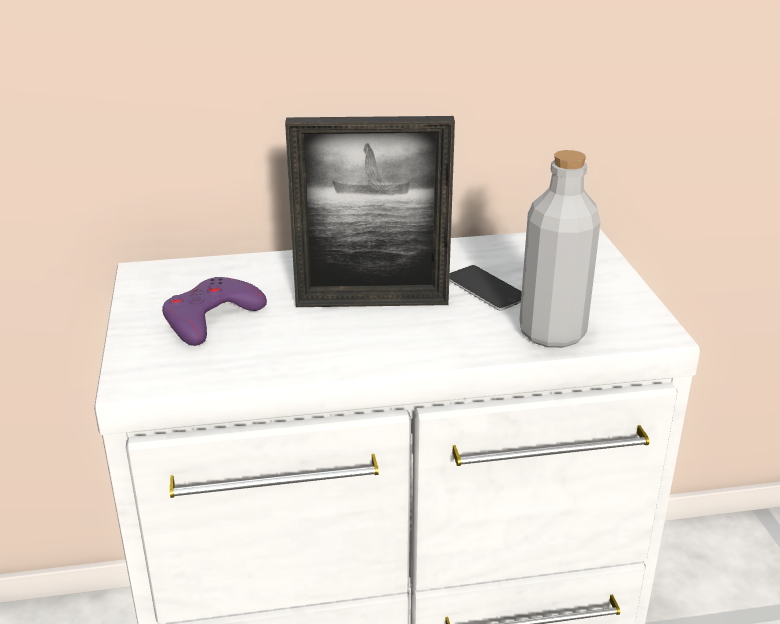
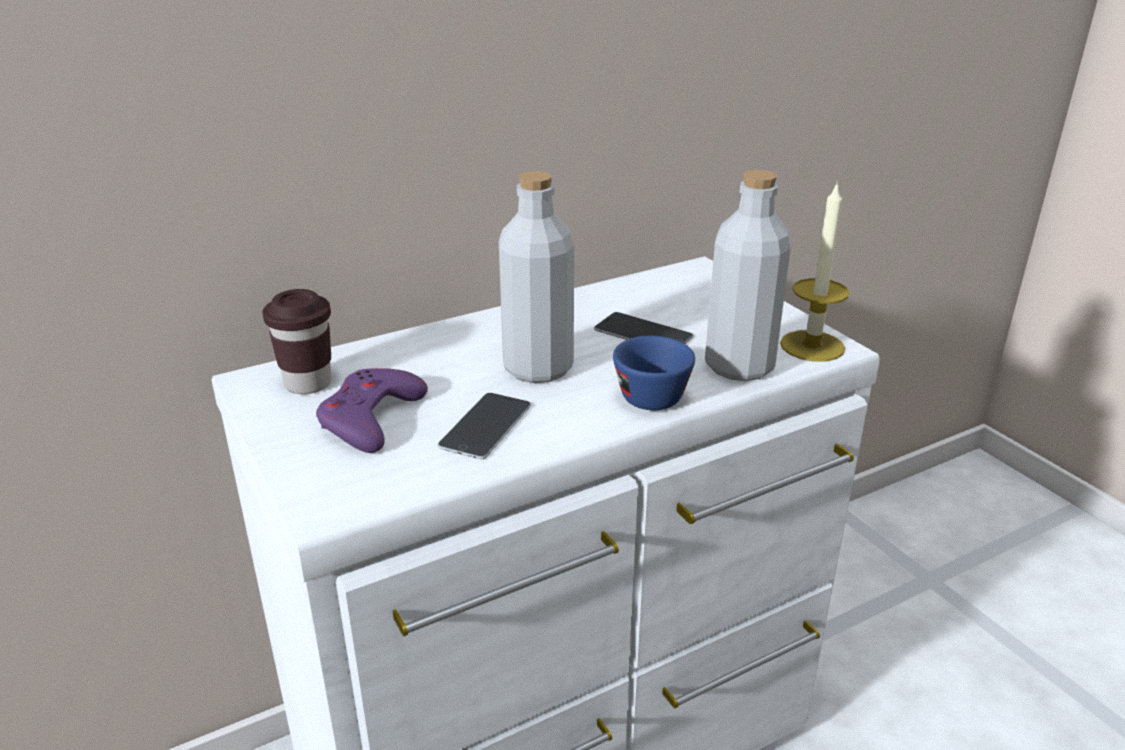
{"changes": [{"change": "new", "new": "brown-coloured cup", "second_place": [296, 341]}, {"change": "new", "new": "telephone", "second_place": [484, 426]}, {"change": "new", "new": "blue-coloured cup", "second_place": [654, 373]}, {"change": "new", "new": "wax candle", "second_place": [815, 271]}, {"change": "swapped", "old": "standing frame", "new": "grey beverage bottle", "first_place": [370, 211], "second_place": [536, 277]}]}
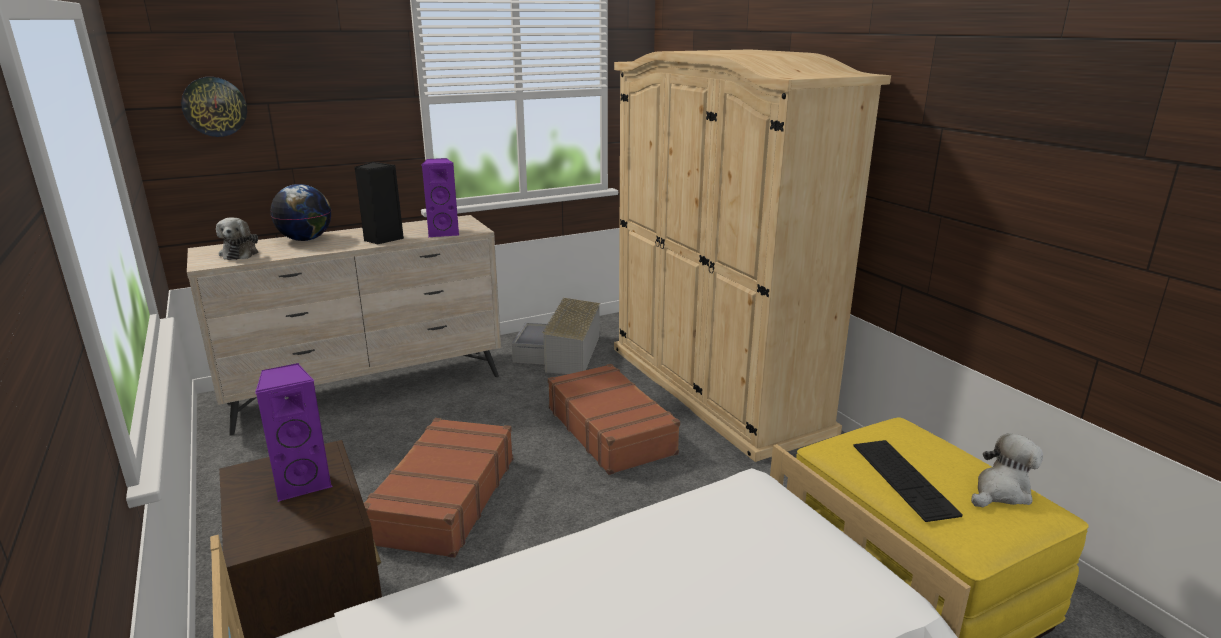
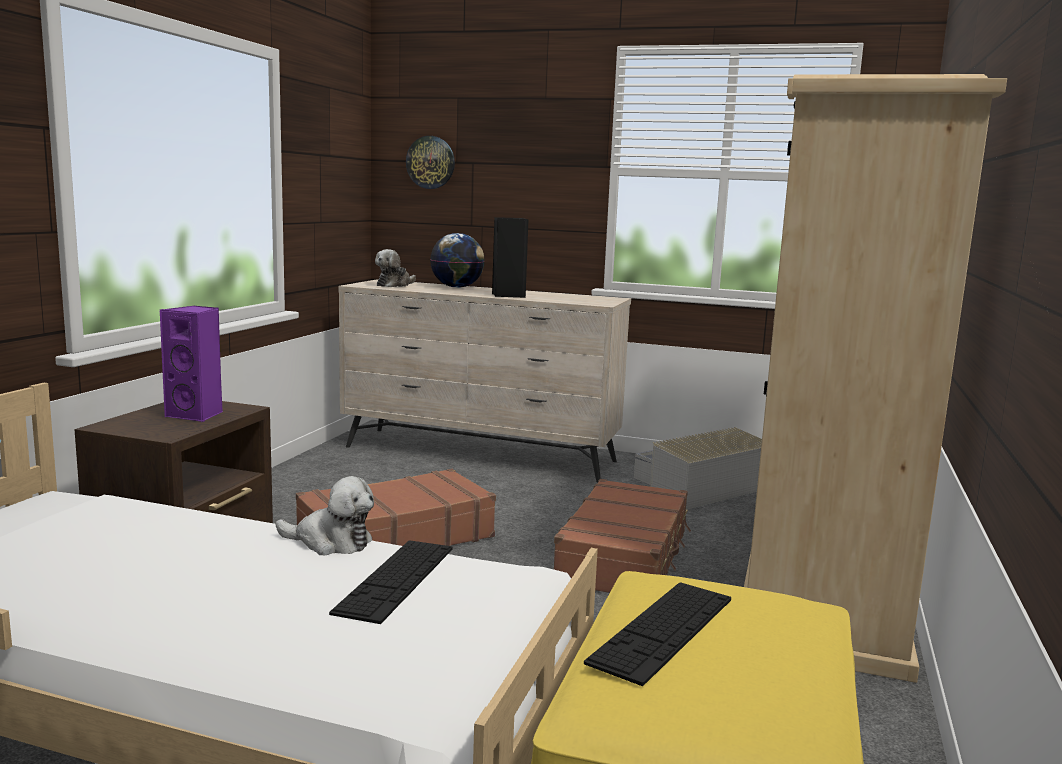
{"changes": [{"change": "gone", "old": "purple-coloured speaker", "first_place": [440, 197]}, {"change": "new", "new": "PC keyboard", "second_place": [390, 582]}, {"change": "shifted", "old": "cuddly toy", "first_place": [1007, 470], "second_place": [325, 515]}]}
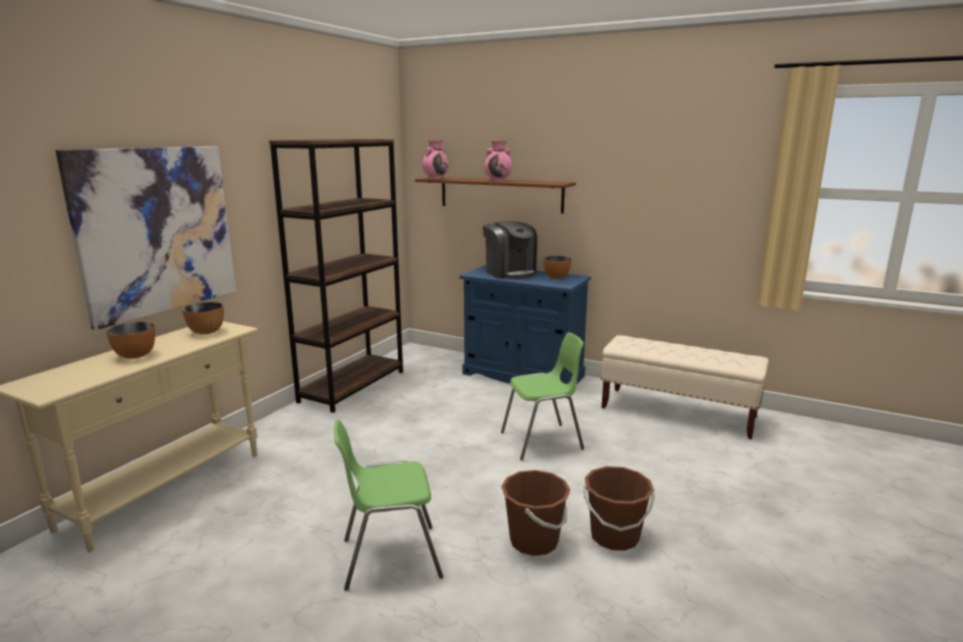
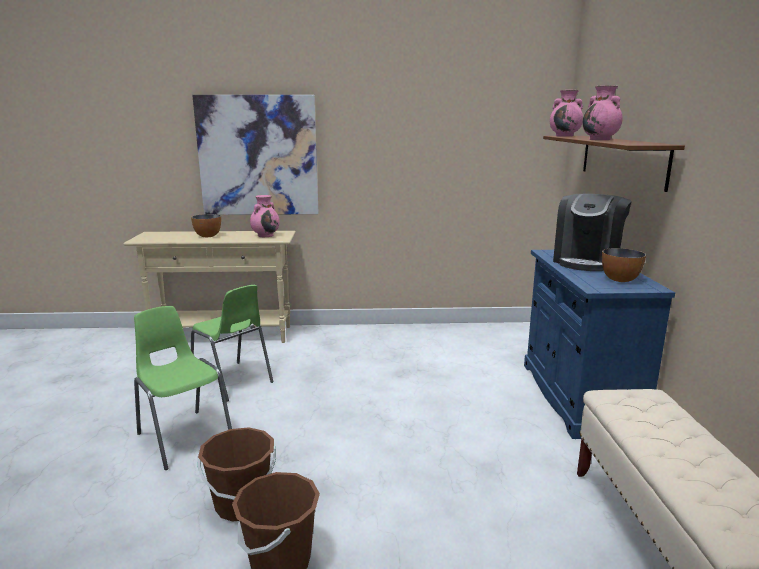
{"changes": [{"change": "gone", "old": "brown-coloured shelving unit", "first_place": [336, 276]}, {"change": "shifted", "old": "green plain chair", "first_place": [542, 396], "second_place": [232, 343]}, {"change": "swapped", "old": "bowl", "new": "pink flower vase", "first_place": [203, 318], "second_place": [265, 216]}]}
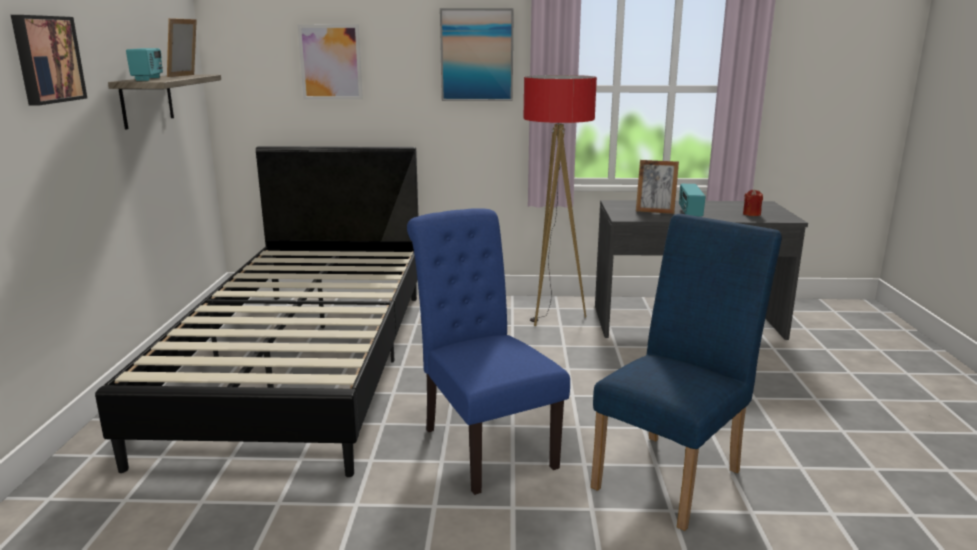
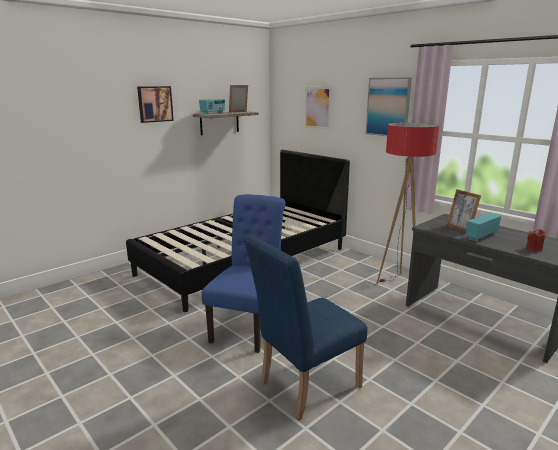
{"changes": [{"change": "rotated", "old": "blue-coloured plain chair", "first_place": [686, 372], "second_place": [306, 327], "degrees": 150}]}
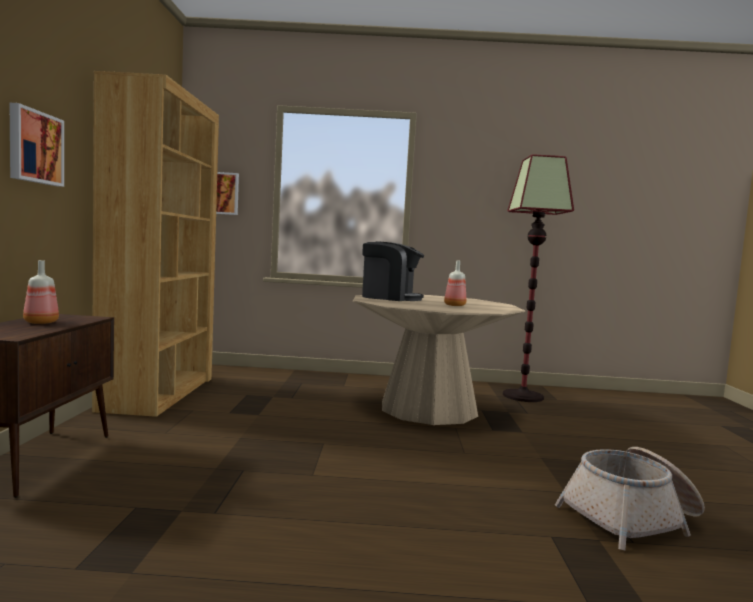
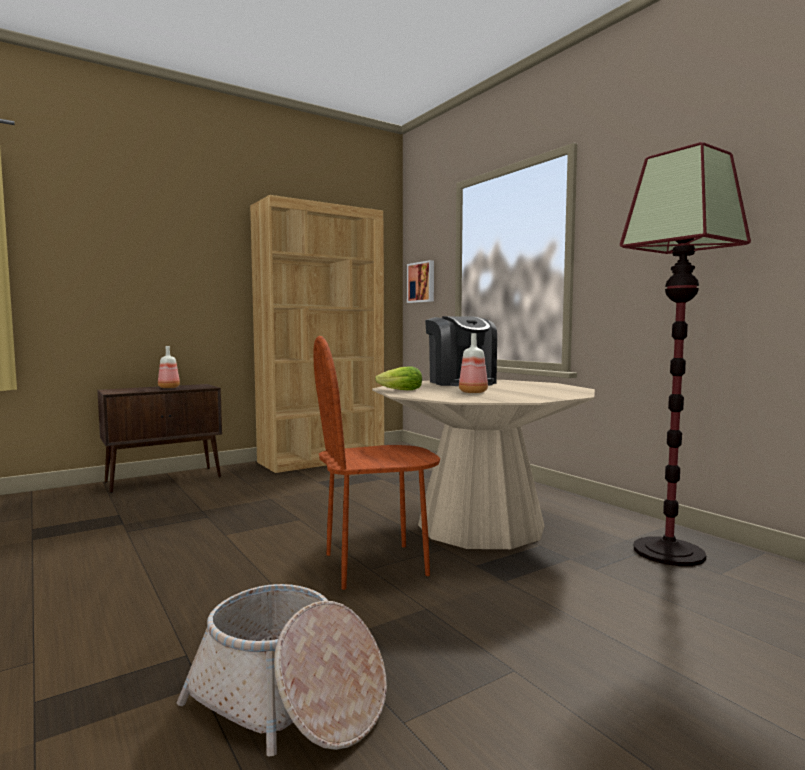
{"changes": [{"change": "gone", "old": "wall picture", "first_place": [37, 145]}, {"change": "new", "new": "brown-coloured plain chair", "second_place": [376, 463]}, {"change": "new", "new": "lettuce", "second_place": [398, 378]}]}
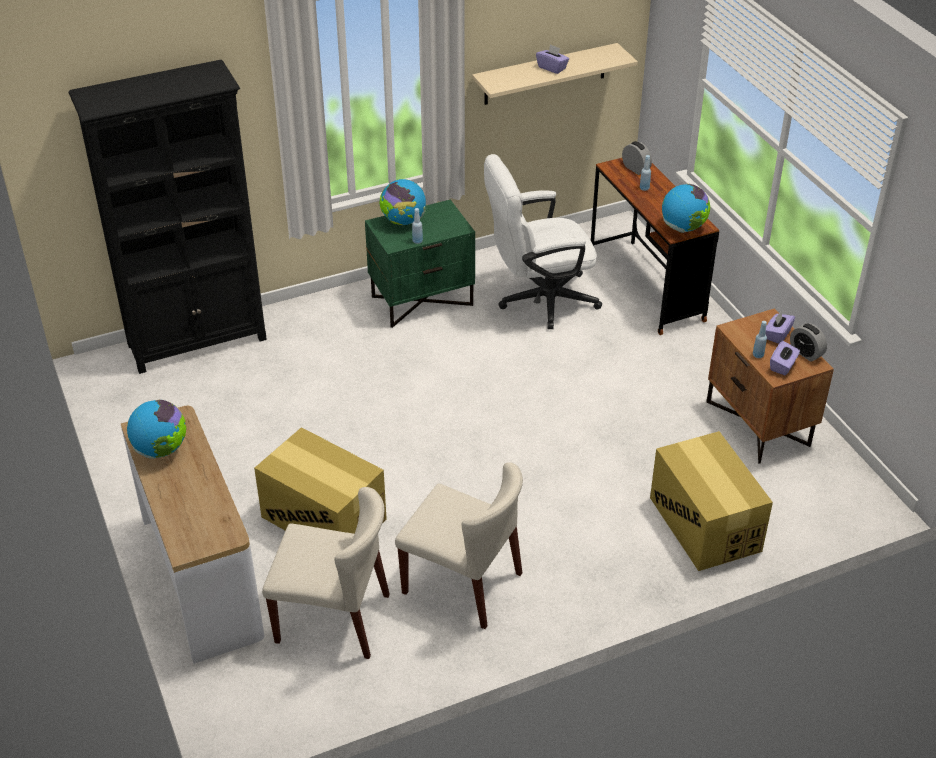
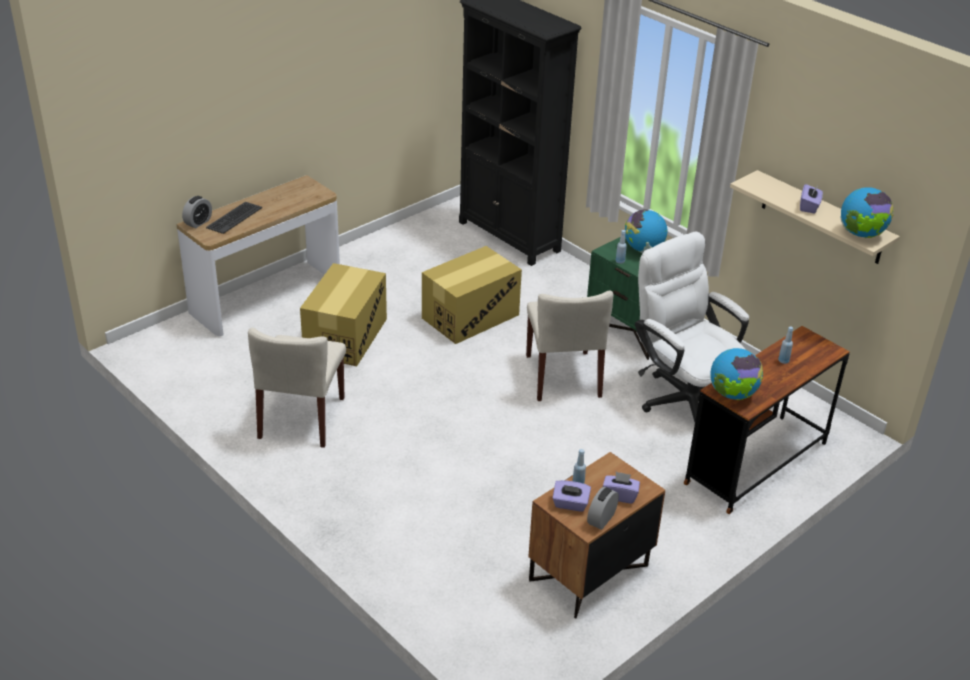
{"changes": [{"change": "new", "new": "PC keyboard", "second_place": [234, 218]}, {"change": "shifted", "old": "globe", "first_place": [156, 429], "second_place": [867, 212]}, {"change": "shifted", "old": "beige plain chair", "first_place": [326, 573], "second_place": [570, 345]}, {"change": "shifted", "old": "table clock", "first_place": [637, 158], "second_place": [197, 212]}, {"change": "shifted", "old": "packing box", "first_place": [711, 501], "second_place": [472, 295]}]}
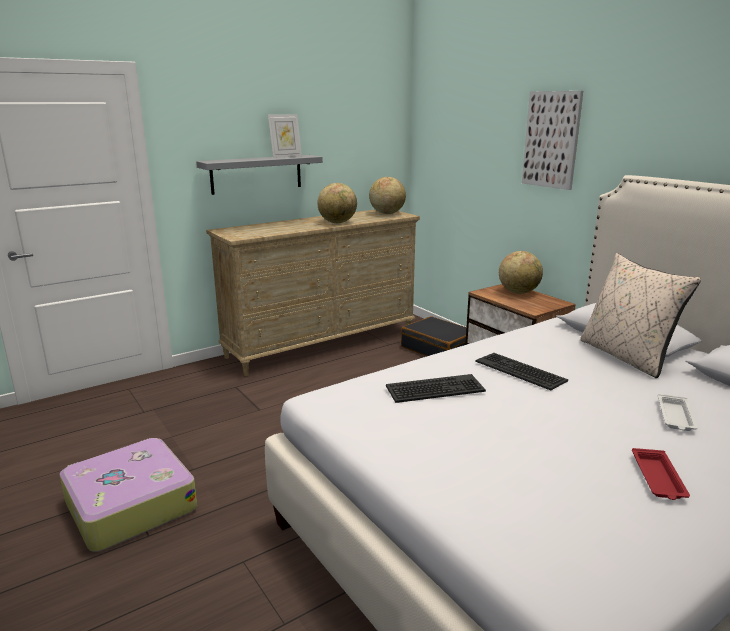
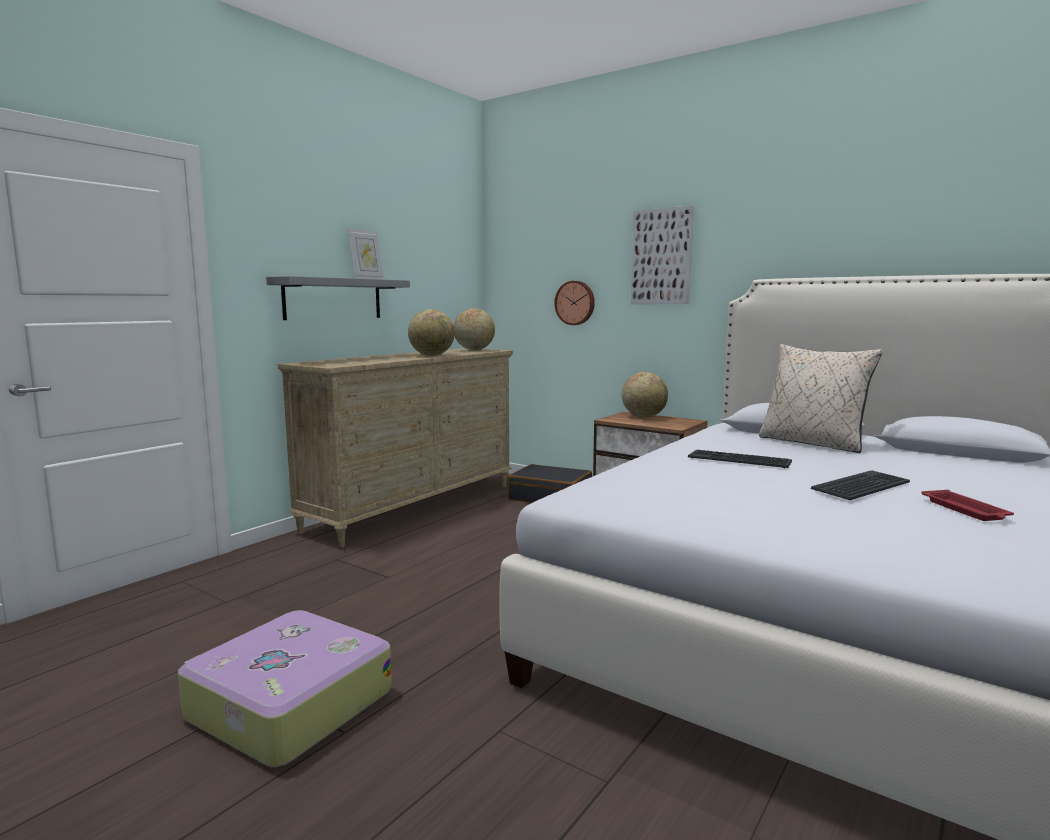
{"changes": [{"change": "gone", "old": "whitish carrying tray", "first_place": [678, 412]}, {"change": "new", "new": "wall clock", "second_place": [574, 303]}, {"change": "shifted", "old": "PC keyboard", "first_place": [436, 388], "second_place": [860, 485]}]}
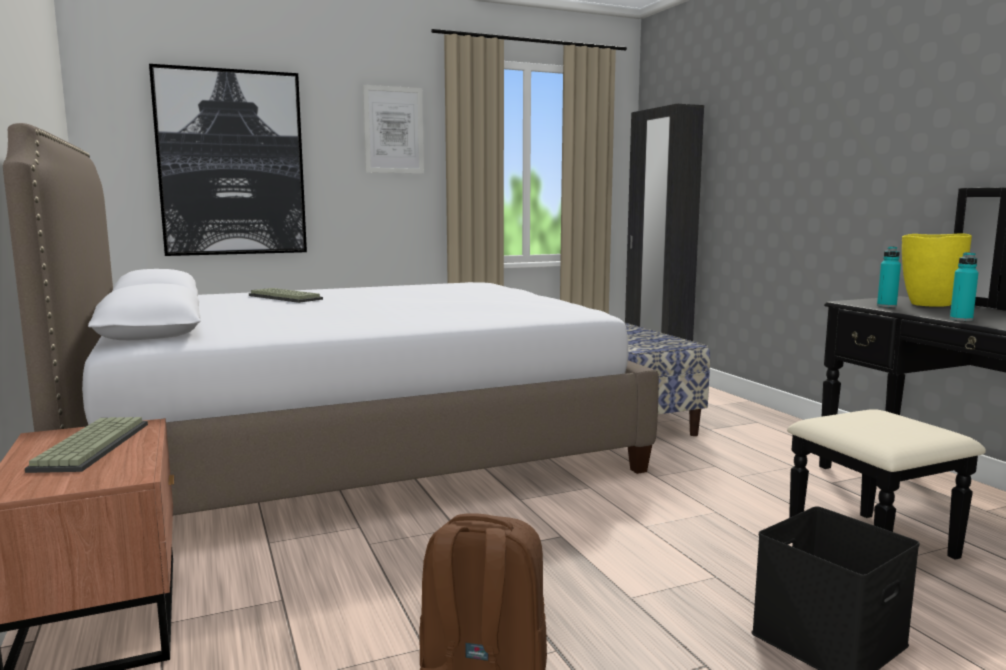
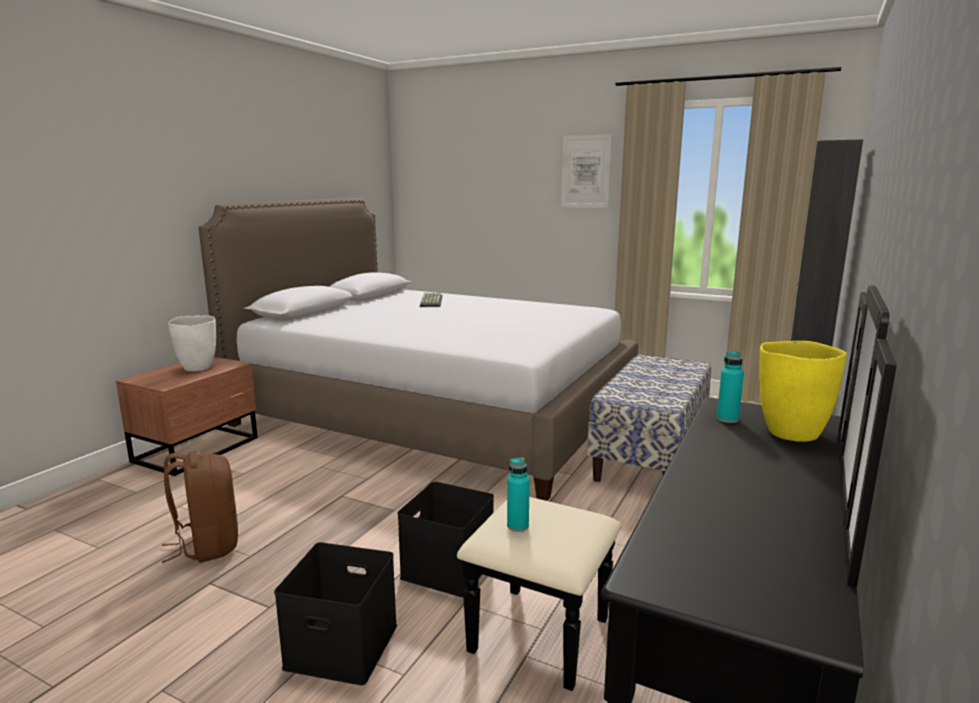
{"changes": [{"change": "gone", "old": "wall picture", "first_place": [228, 160]}, {"change": "new", "new": "blackish storage container", "second_place": [445, 539]}, {"change": "shifted", "old": "turquoise-coloured beverage bottle", "first_place": [964, 286], "second_place": [518, 495]}, {"change": "swapped", "old": "PC keyboard", "new": "whitish flower vase", "first_place": [86, 445], "second_place": [192, 343]}]}
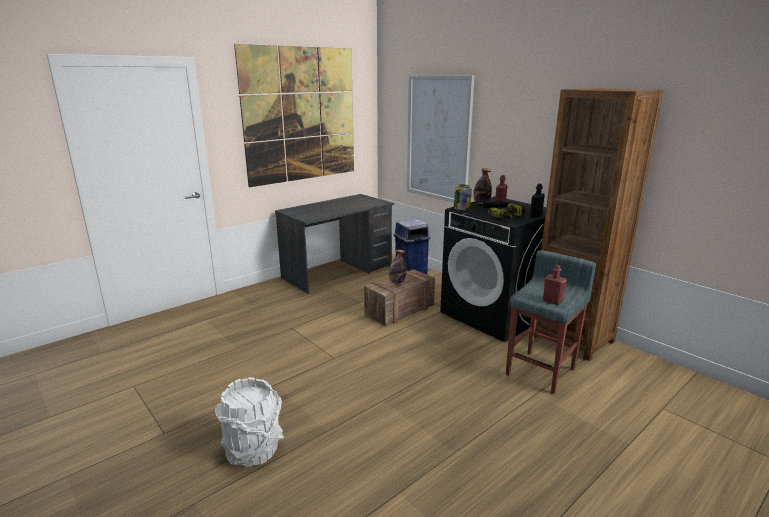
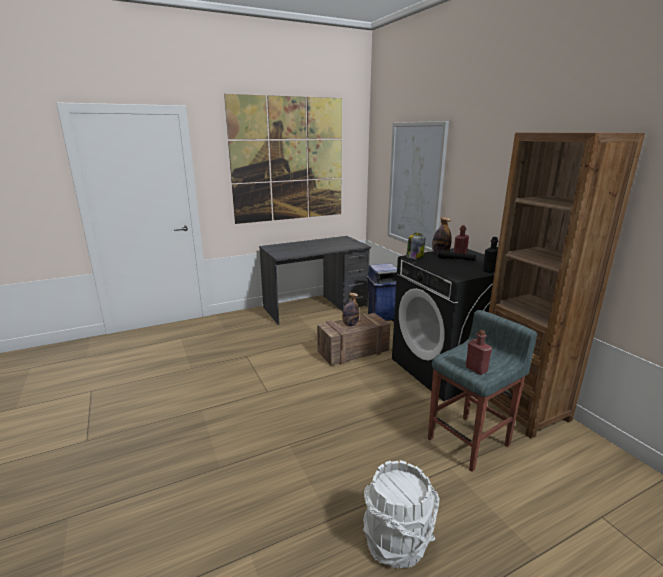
{"changes": [{"change": "gone", "old": "power drill", "first_place": [506, 211]}, {"change": "shifted", "old": "whitish bucket", "first_place": [249, 422], "second_place": [401, 514]}]}
